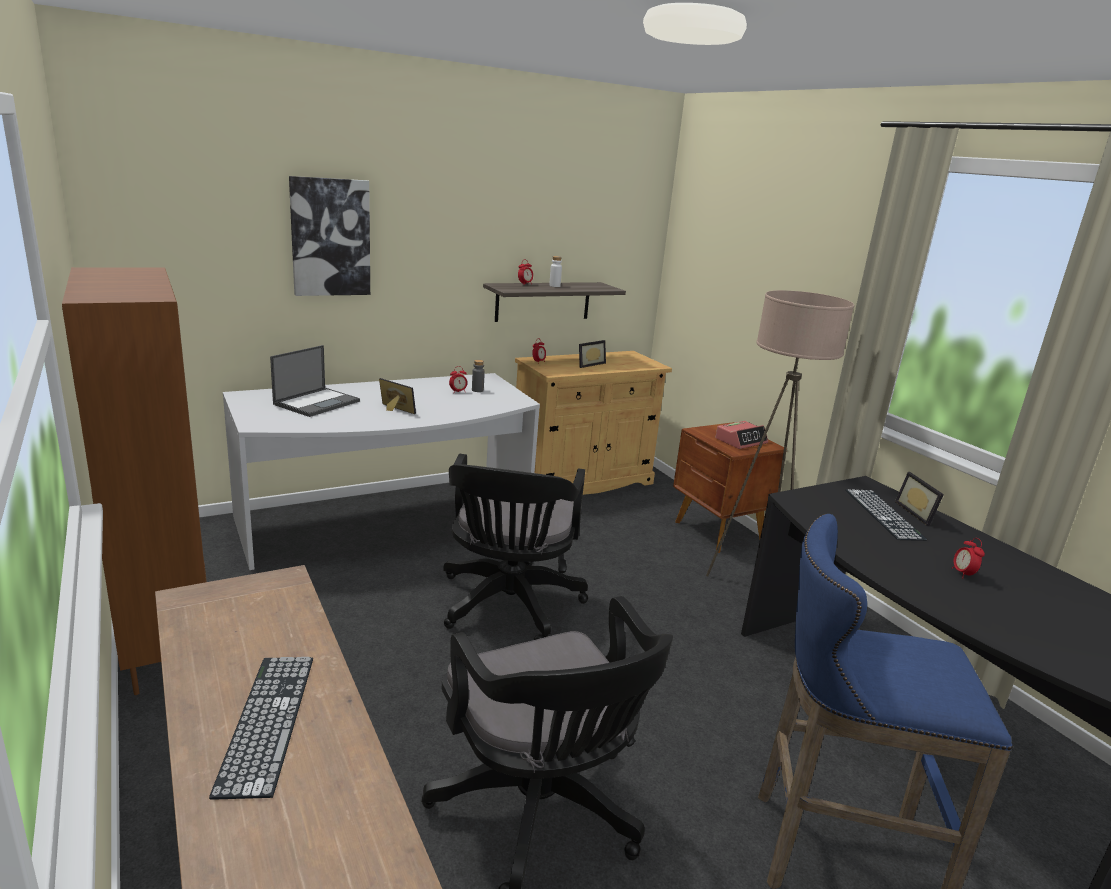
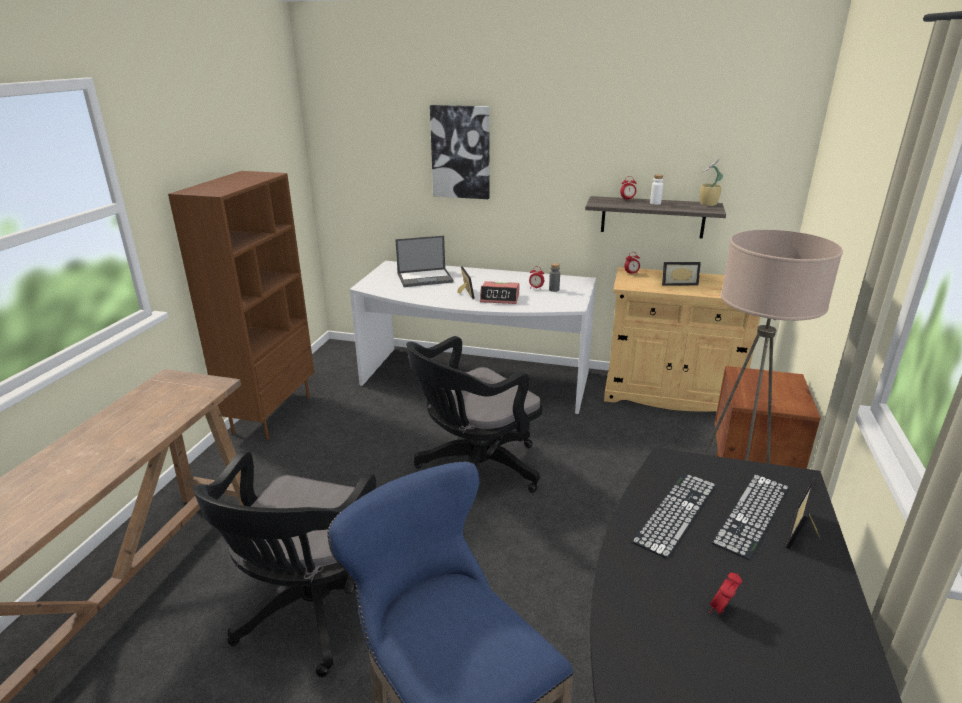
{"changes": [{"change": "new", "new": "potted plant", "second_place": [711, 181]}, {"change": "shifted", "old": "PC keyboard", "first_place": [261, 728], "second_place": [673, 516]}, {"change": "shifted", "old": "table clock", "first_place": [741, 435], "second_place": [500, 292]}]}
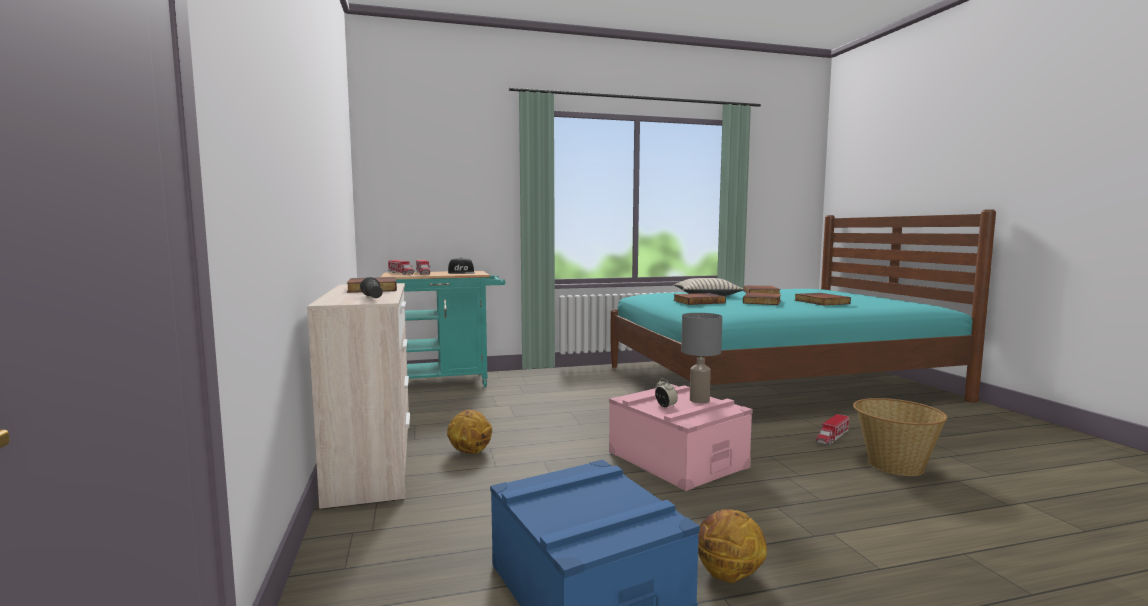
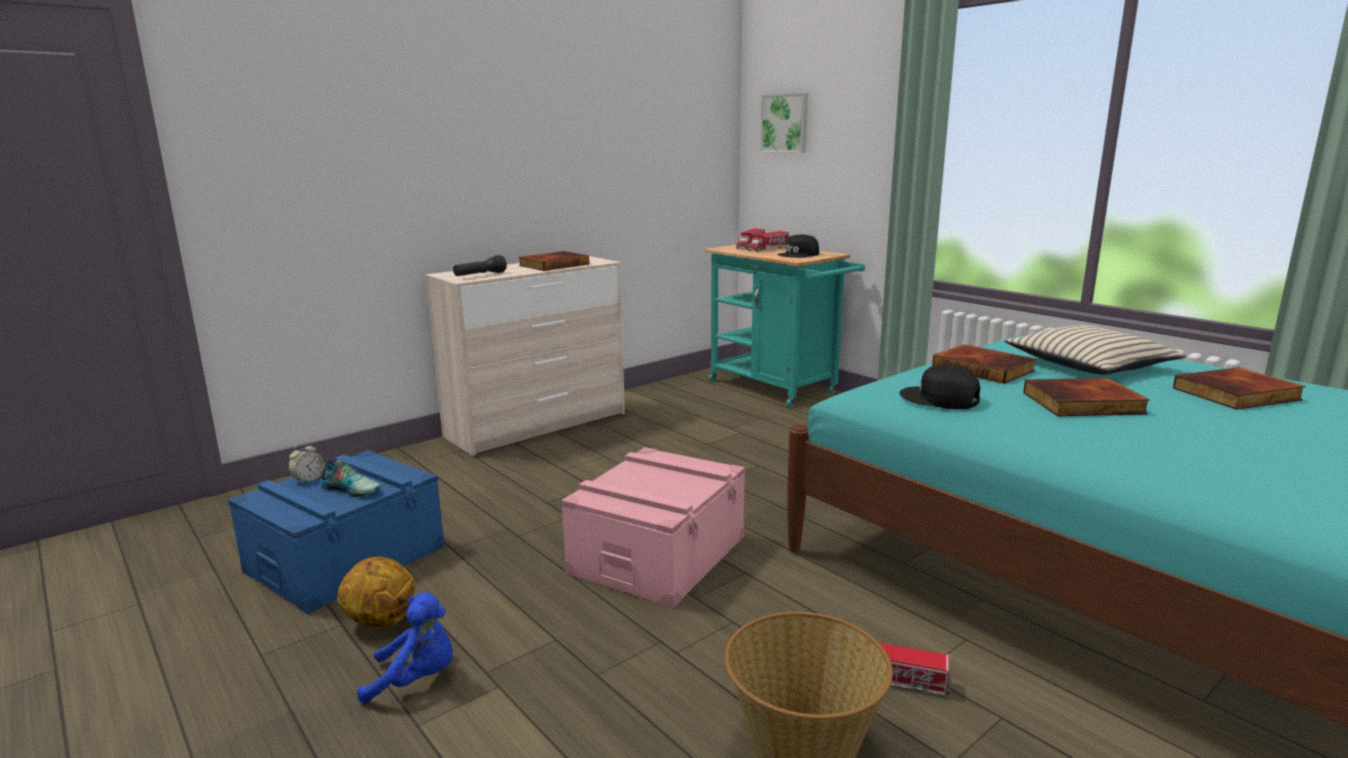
{"changes": [{"change": "gone", "old": "ball for basketball", "first_place": [469, 432]}, {"change": "gone", "old": "grey table lamp", "first_place": [701, 358]}, {"change": "gone", "old": "bound book", "first_place": [822, 299]}, {"change": "new", "new": "shoe", "second_place": [350, 478]}, {"change": "new", "new": "blue-coloured cuddly toy", "second_place": [405, 648]}, {"change": "new", "new": "wall picture", "second_place": [784, 123]}, {"change": "new", "new": "blackish peaked cap", "second_place": [939, 387]}, {"change": "shifted", "old": "table clock", "first_place": [666, 392], "second_place": [306, 463]}]}
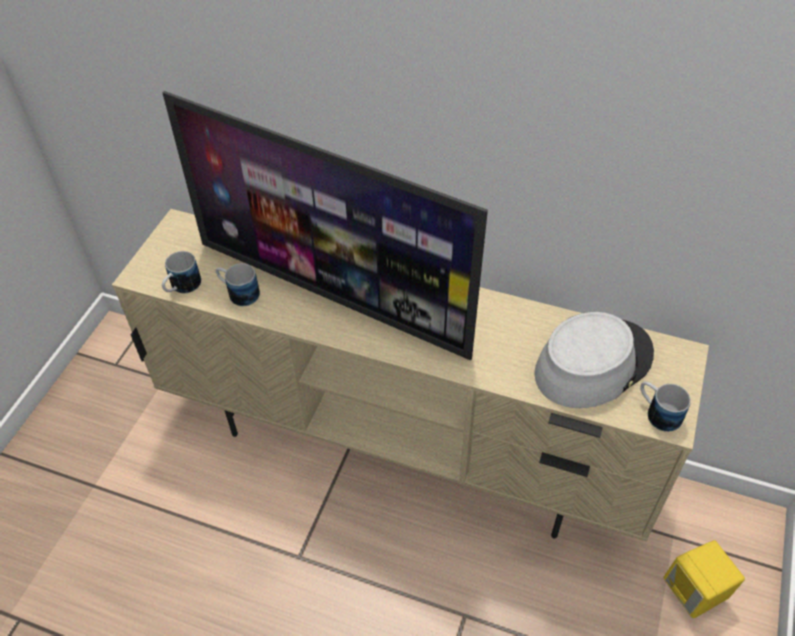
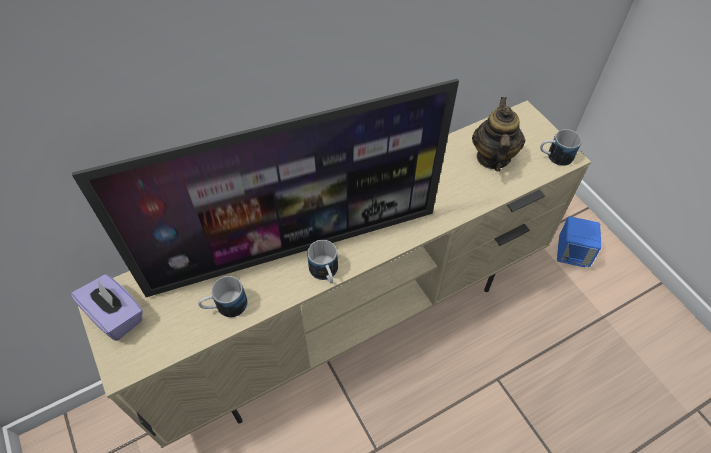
{"changes": [{"change": "new", "new": "purple-coloured tissue holder", "second_place": [107, 307]}, {"change": "shifted", "old": "coffee mug", "first_place": [181, 272], "second_place": [322, 261]}, {"change": "swapped", "old": "grey wearable hat", "new": "pot for tea", "first_place": [594, 360], "second_place": [498, 134]}, {"change": "repainted", "old": "yellow-coloured speaker", "new": "blue-coloured speaker", "first_place": [704, 579], "second_place": [579, 241]}]}
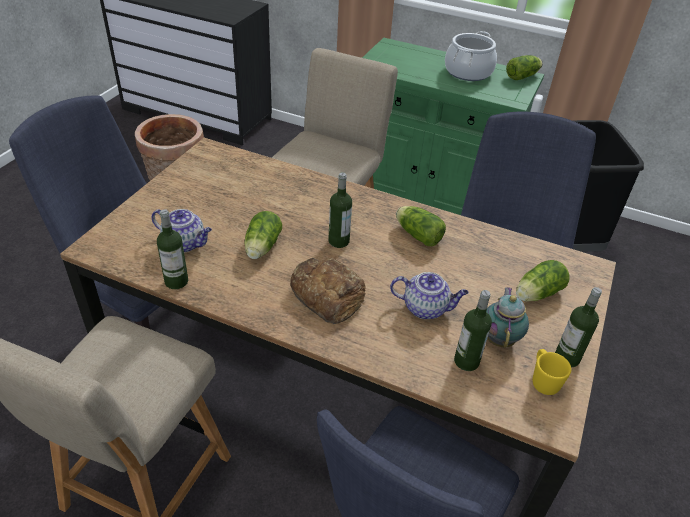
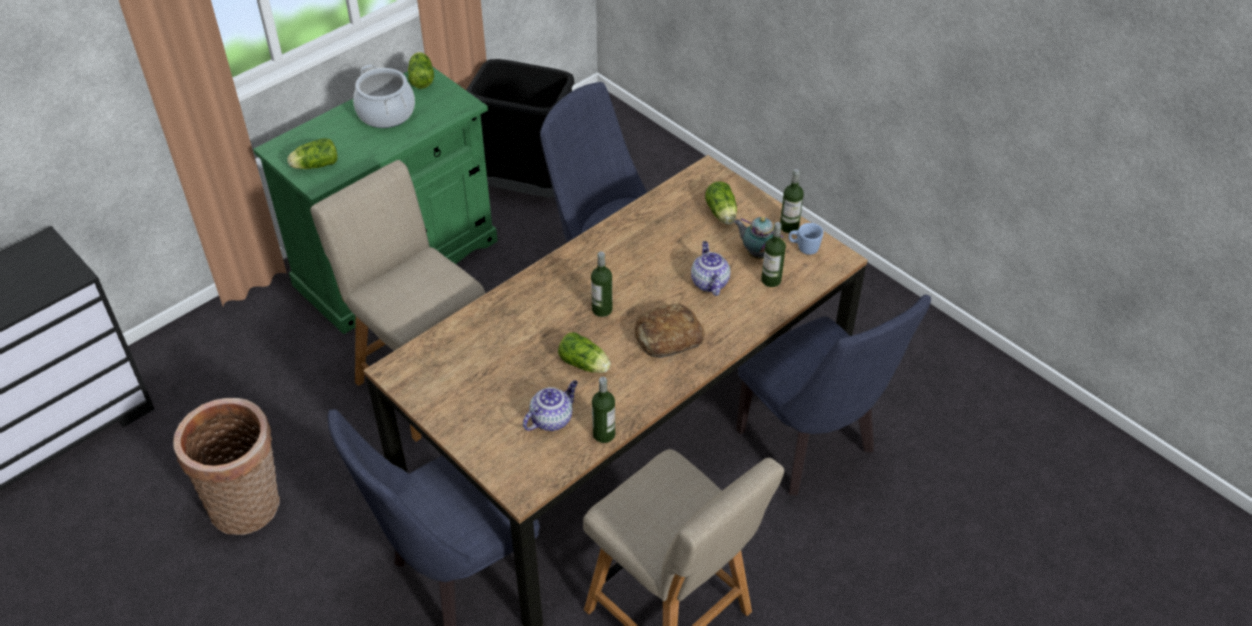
{"changes": [{"change": "shifted", "old": "lettuce", "first_place": [421, 226], "second_place": [312, 153]}, {"change": "repainted", "old": "yellow-coloured coffee mug", "new": "blue-coloured coffee mug", "first_place": [552, 372], "second_place": [806, 239]}, {"change": "rotated", "old": "pot for tea", "first_place": [429, 295], "second_place": [710, 268], "degrees": -45}]}
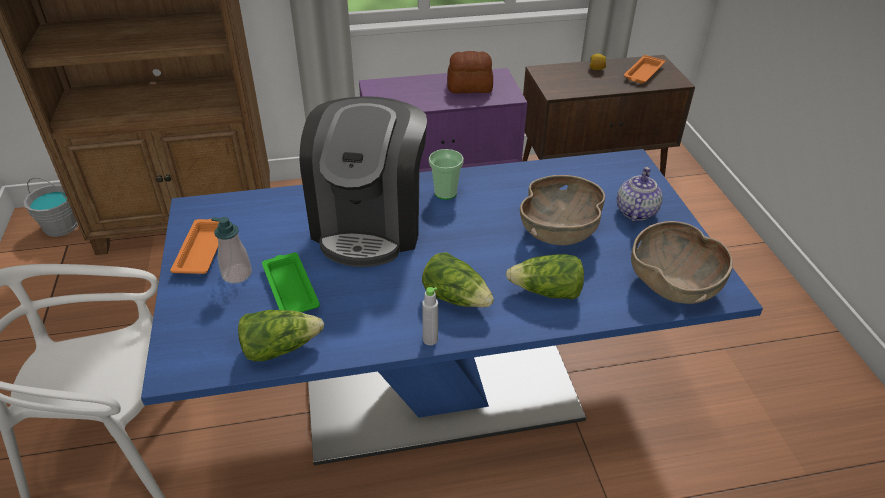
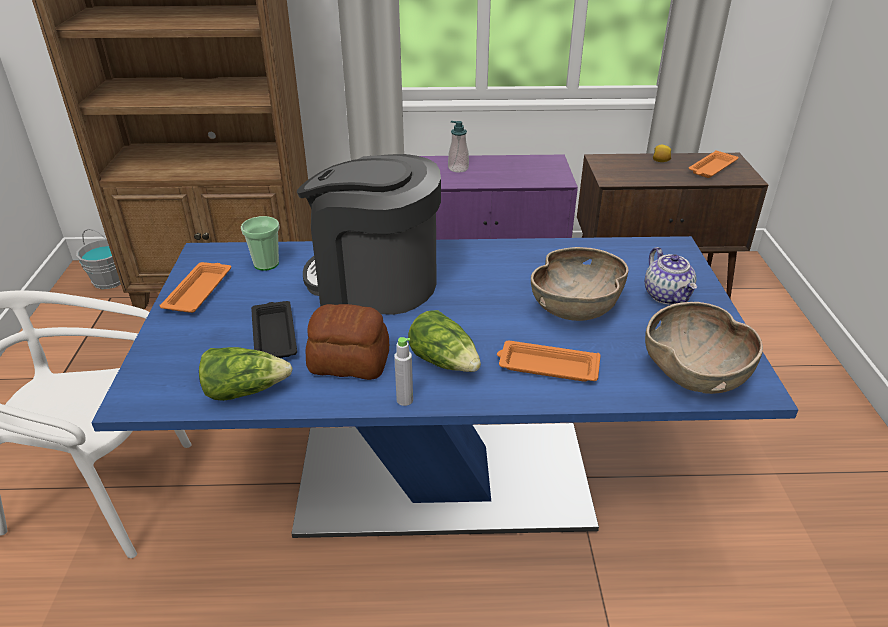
{"changes": [{"change": "shifted", "old": "liquid soap bottle", "first_place": [231, 250], "second_place": [458, 146]}, {"change": "shifted", "old": "cup", "first_place": [446, 174], "second_place": [260, 243]}, {"change": "shifted", "old": "baked bread", "first_place": [470, 72], "second_place": [347, 342]}, {"change": "swapped", "old": "lettuce", "new": "orangey carrying tray", "first_place": [545, 277], "second_place": [548, 361]}, {"change": "repainted", "old": "green carrying tray", "new": "blackish carrying tray", "first_place": [291, 282], "second_place": [274, 329]}, {"change": "rotated", "old": "coffee maker", "first_place": [363, 181], "second_place": [368, 234], "degrees": 90}, {"change": "rotated", "old": "pot for tea", "first_place": [640, 194], "second_place": [671, 276], "degrees": 135}]}
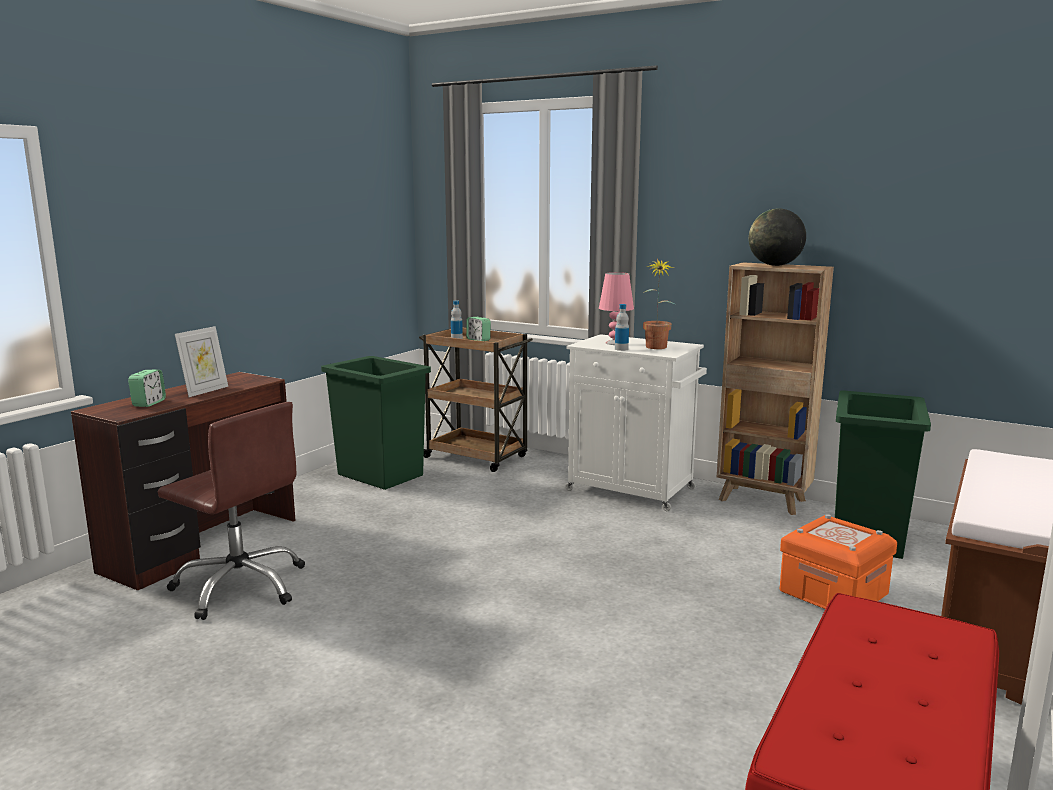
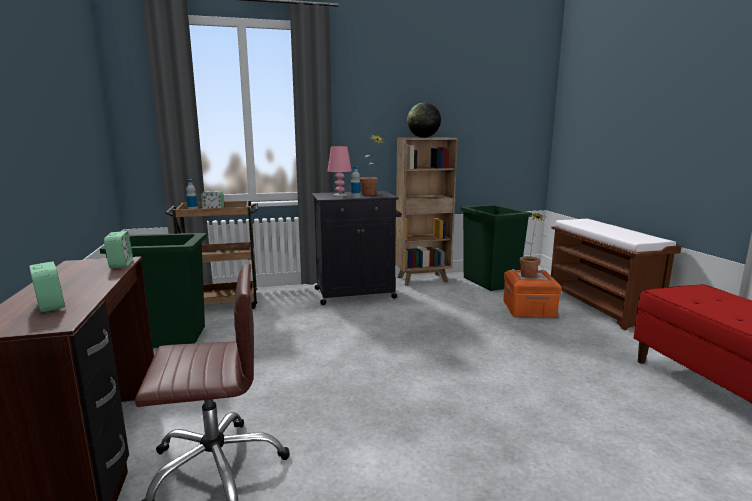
{"changes": [{"change": "gone", "old": "standing frame", "first_place": [201, 361]}, {"change": "new", "new": "table clock", "second_place": [118, 249]}, {"change": "new", "new": "potted plant", "second_place": [532, 245]}, {"change": "repainted", "old": "whitish cupboard", "new": "blackish cupboard", "first_place": [636, 422], "second_place": [356, 248]}]}
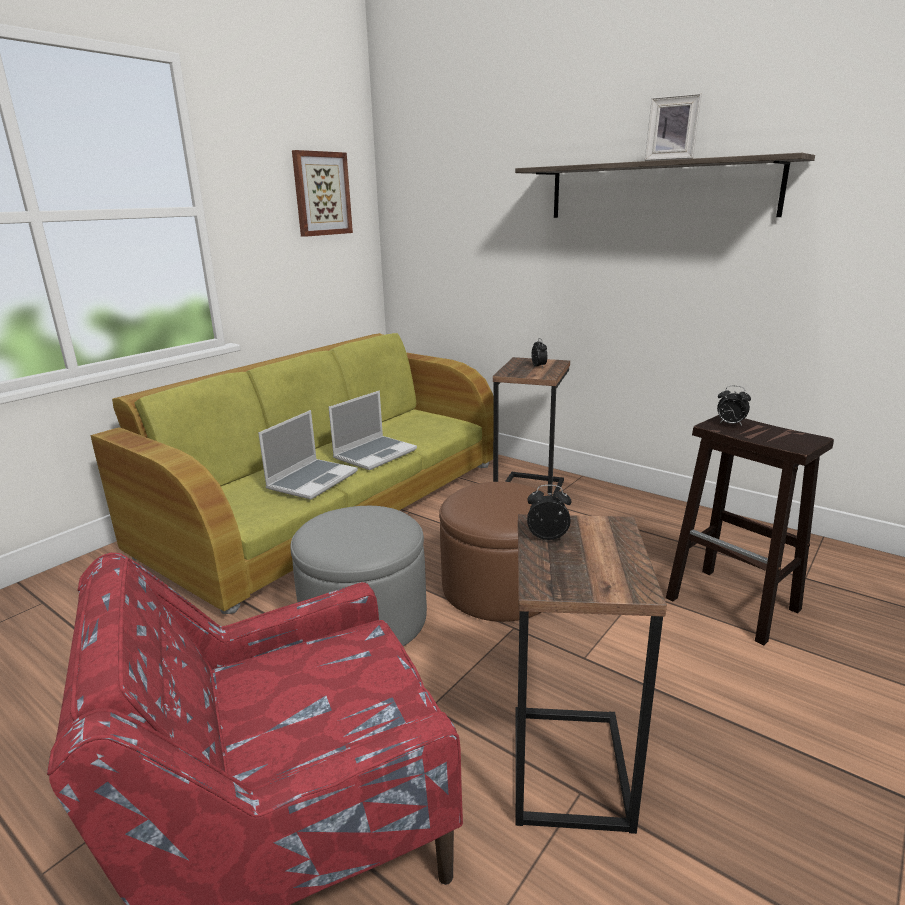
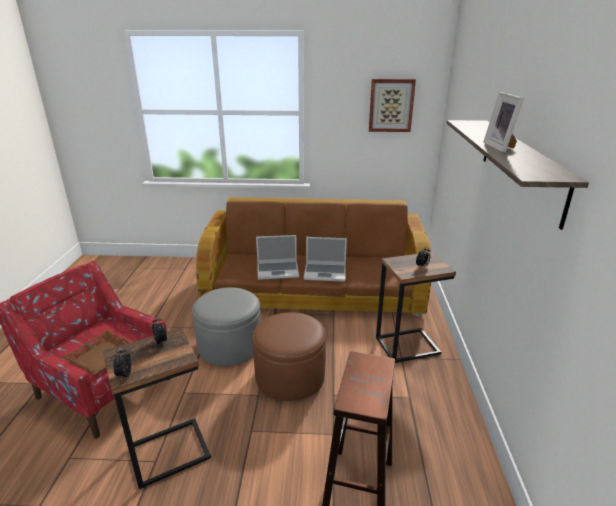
{"changes": [{"change": "new", "new": "brown-coloured carrying tray", "second_place": [97, 352]}, {"change": "shifted", "old": "table clock", "first_place": [734, 406], "second_place": [122, 364]}, {"change": "repainted", "old": "green couch", "new": "brown-coloured couch", "first_place": [292, 473], "second_place": [313, 257]}]}
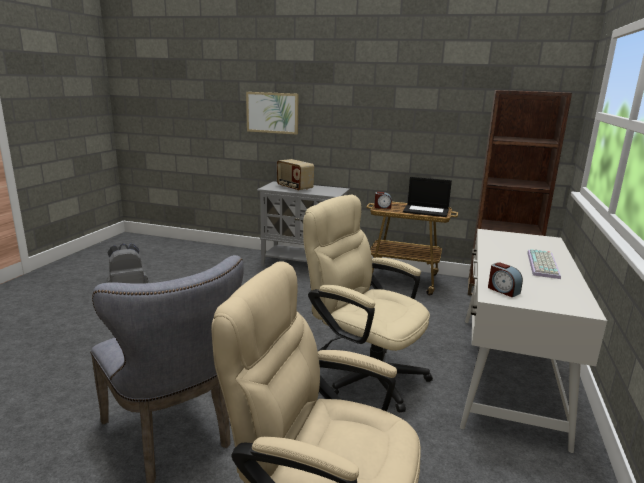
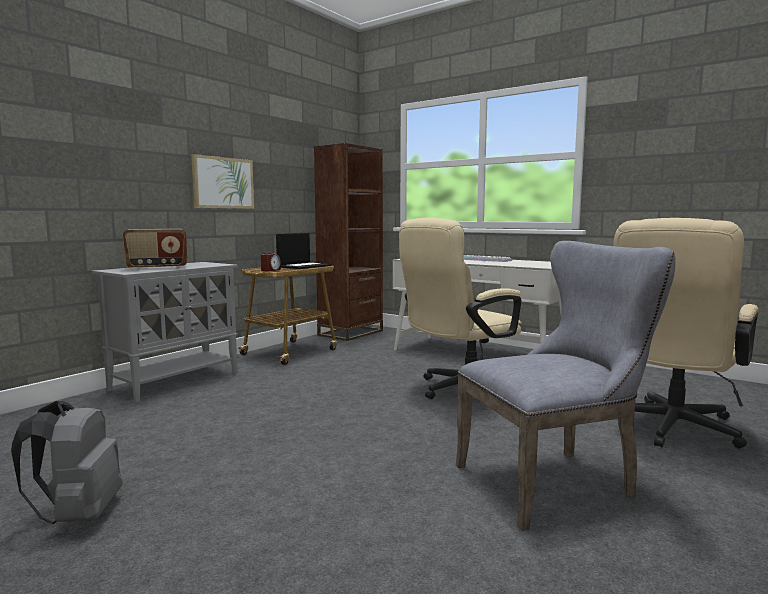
{"changes": [{"change": "gone", "old": "table clock", "first_place": [505, 280]}, {"change": "shifted", "old": "wall picture", "first_place": [272, 113], "second_place": [222, 181]}]}
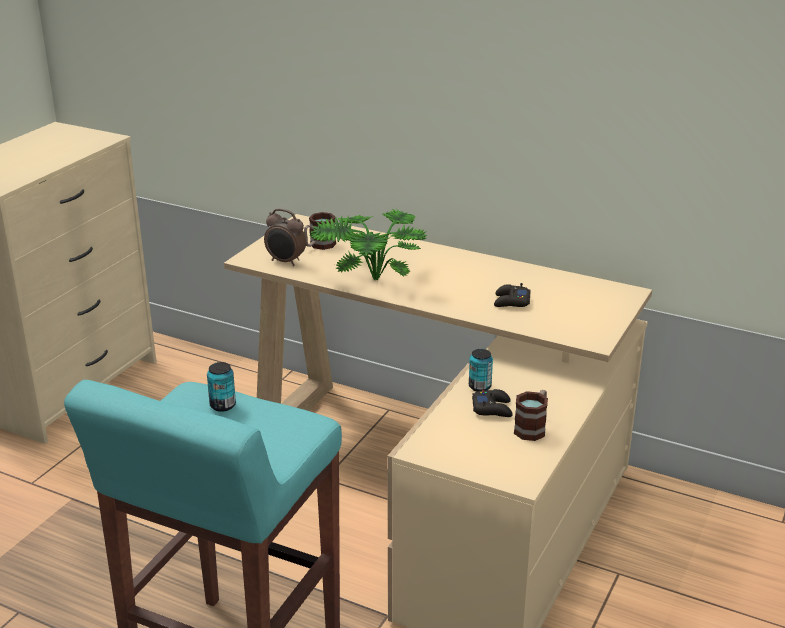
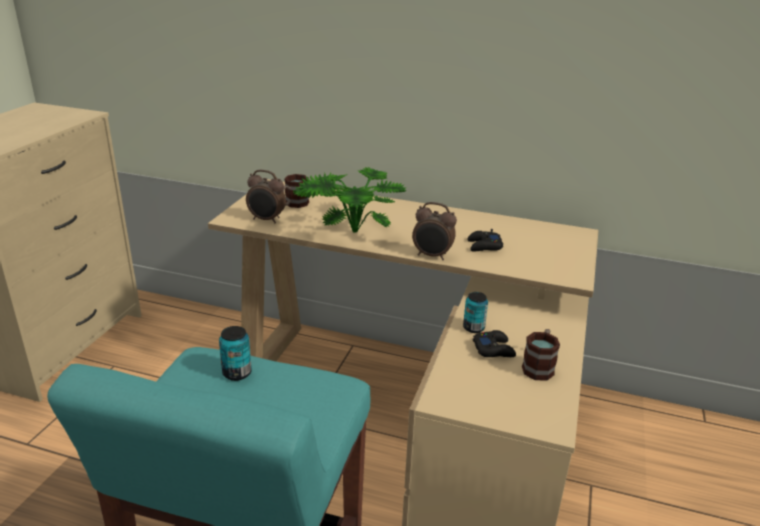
{"changes": [{"change": "new", "new": "table clock", "second_place": [434, 231]}]}
